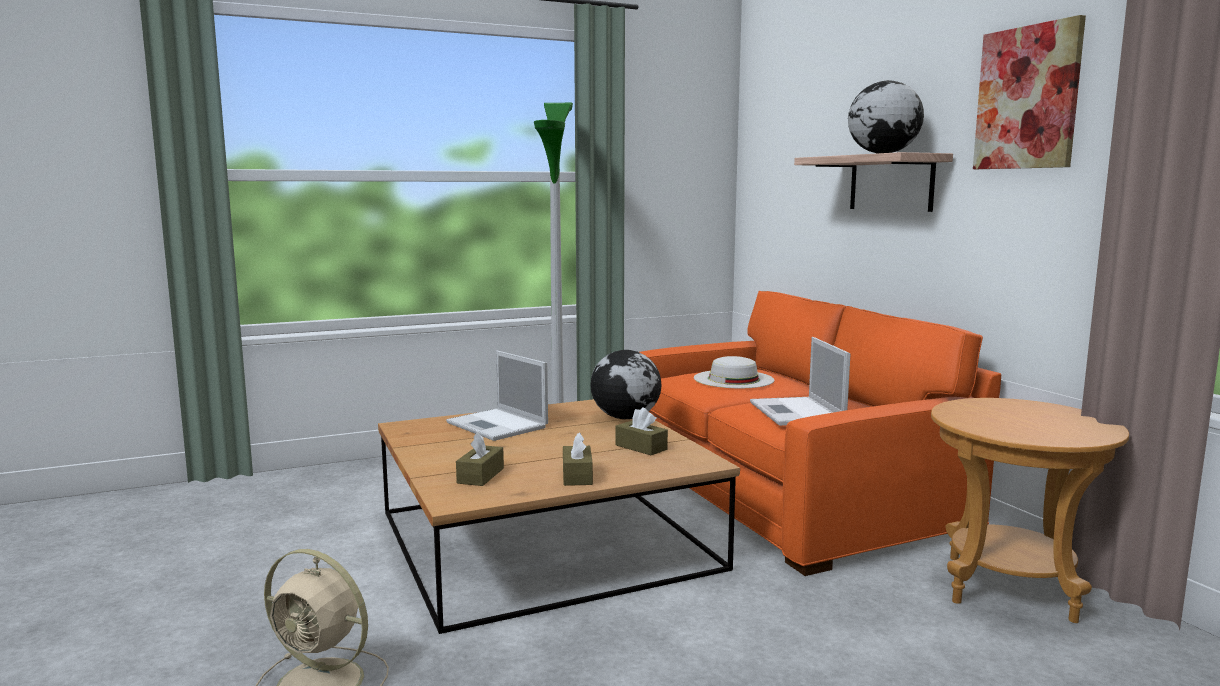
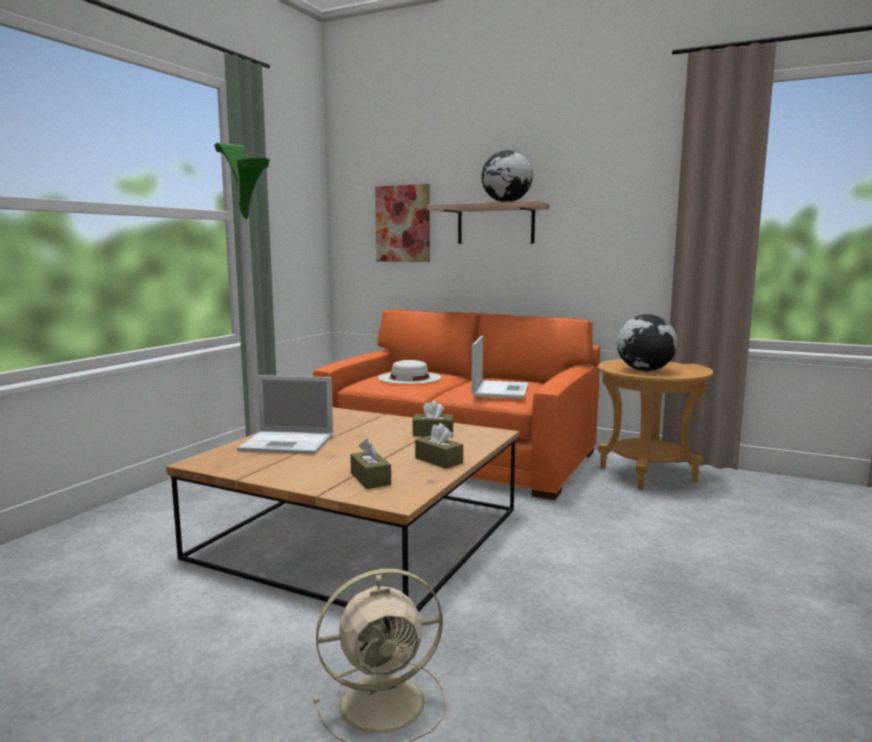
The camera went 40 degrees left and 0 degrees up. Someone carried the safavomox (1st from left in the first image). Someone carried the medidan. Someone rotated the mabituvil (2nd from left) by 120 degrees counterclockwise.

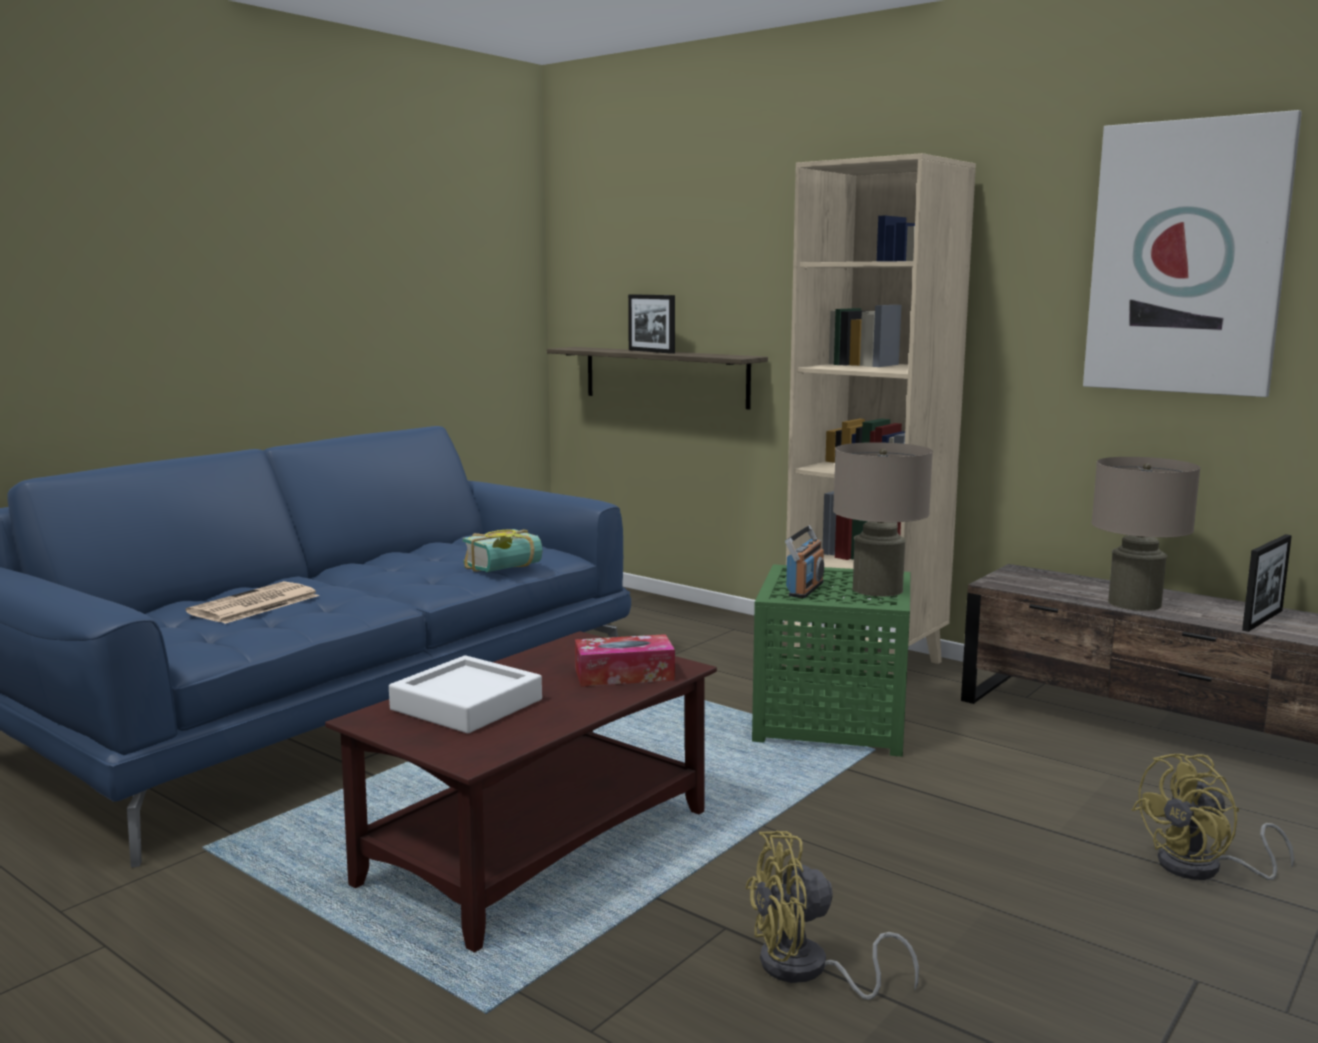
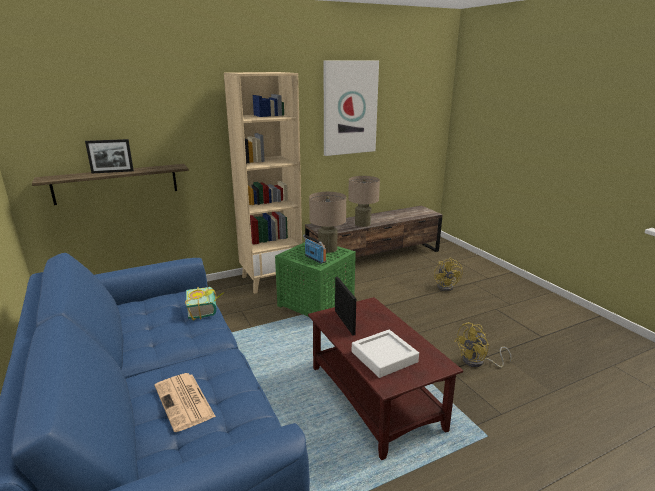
The camera went 65 degrees left and 10 degrees up. Someone took away the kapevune. Someone carried the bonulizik (2nd from left). Someone rotated the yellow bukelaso (1st from left in the first image) by 45 degrees clockwise.

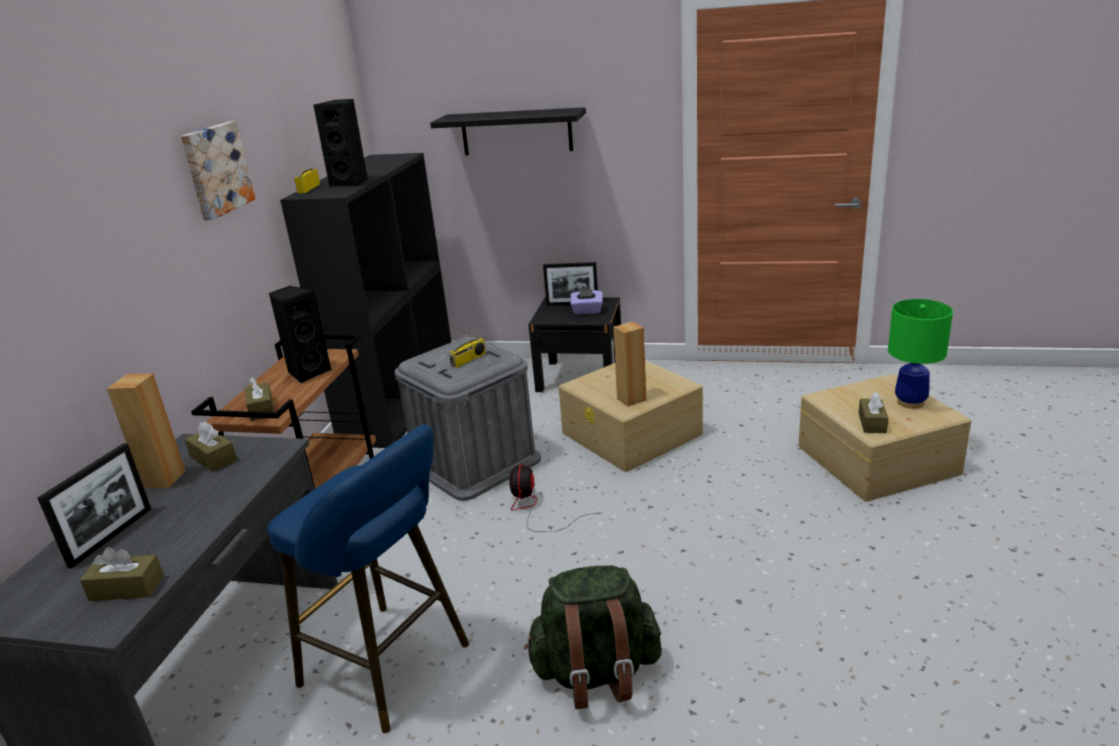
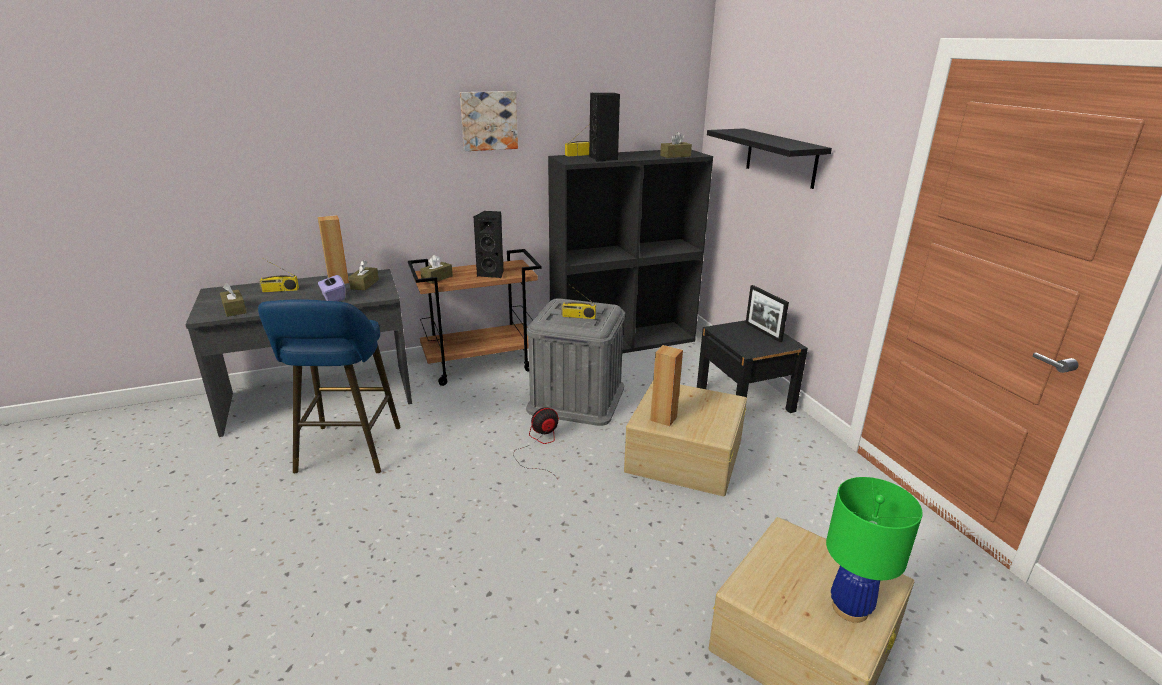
The camera went 55 degrees right and 0 degrees up. Someone took away the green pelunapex. Someone carried the purple kapevune. Someone carried the brown kapevune (4th from left). Someone swapped the bonulizik (1st from left) for the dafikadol (1st from left).

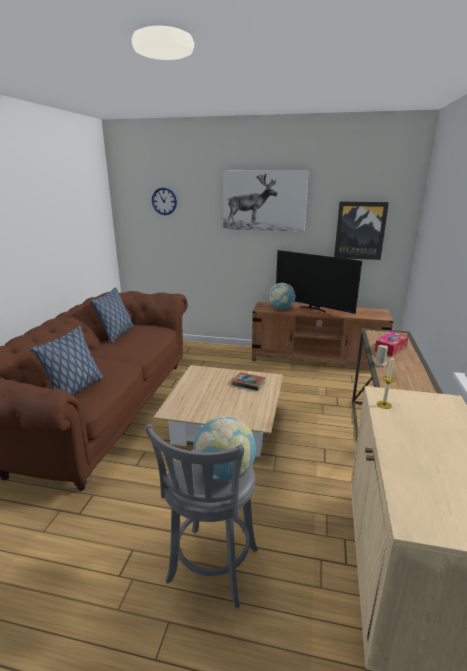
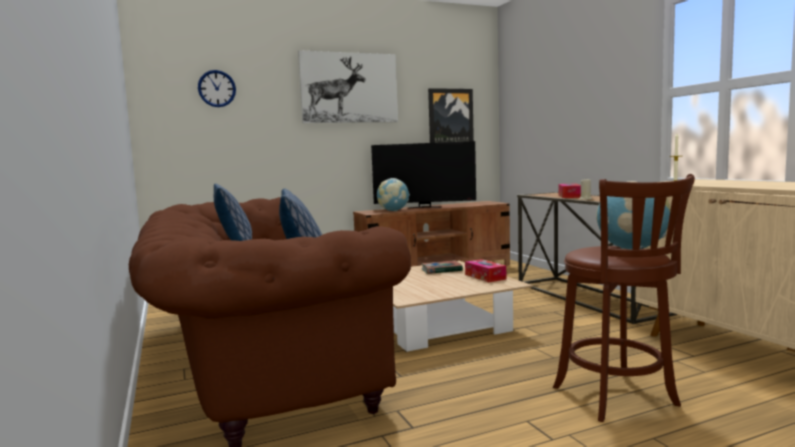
The camera went 35 degrees left and 15 degrees down. Someone put down the kapevune (1st from left). Someone repainted the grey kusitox, which became the brown kusitox.

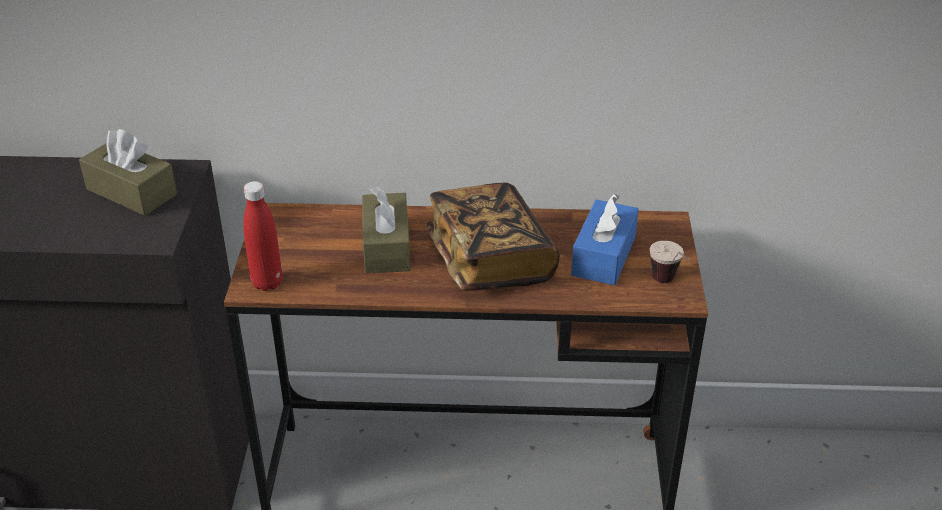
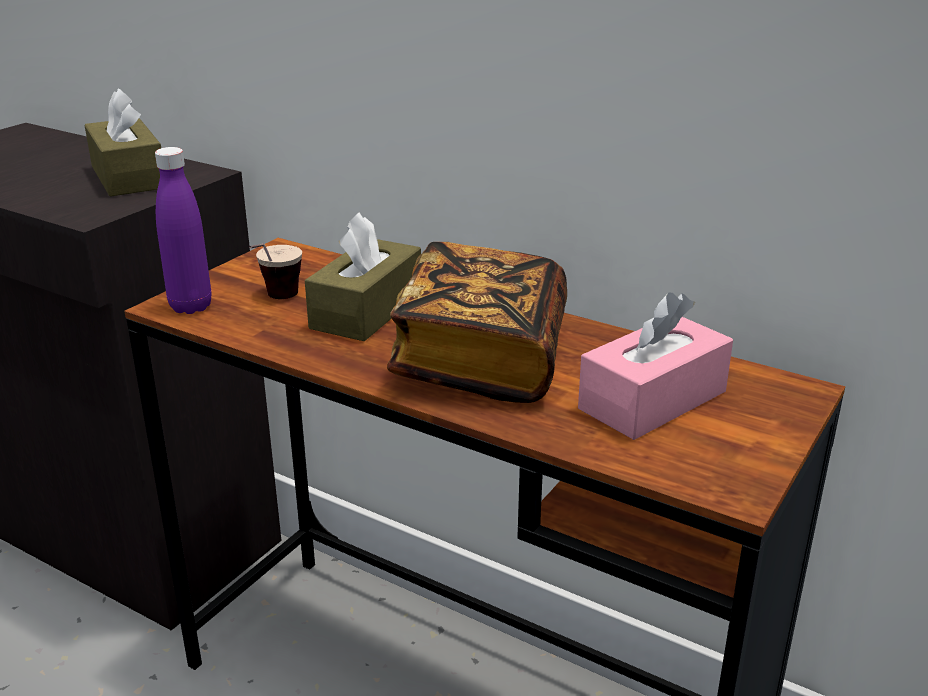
The camera went 30 degrees right and 10 degrees down. Someone carried the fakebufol. Someone repainted the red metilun, which became the purple metilun. Someone repainted the blue kapevune, which became the pink kapevune.

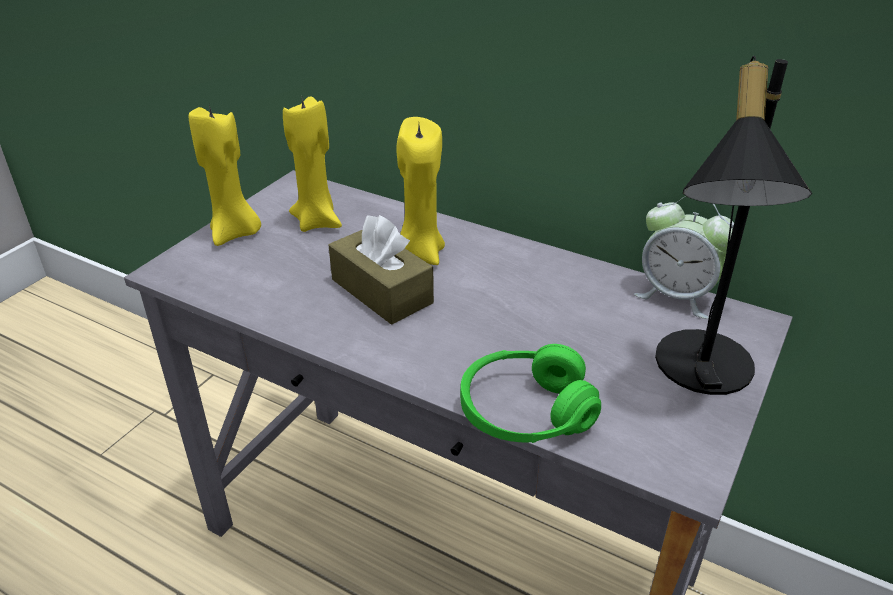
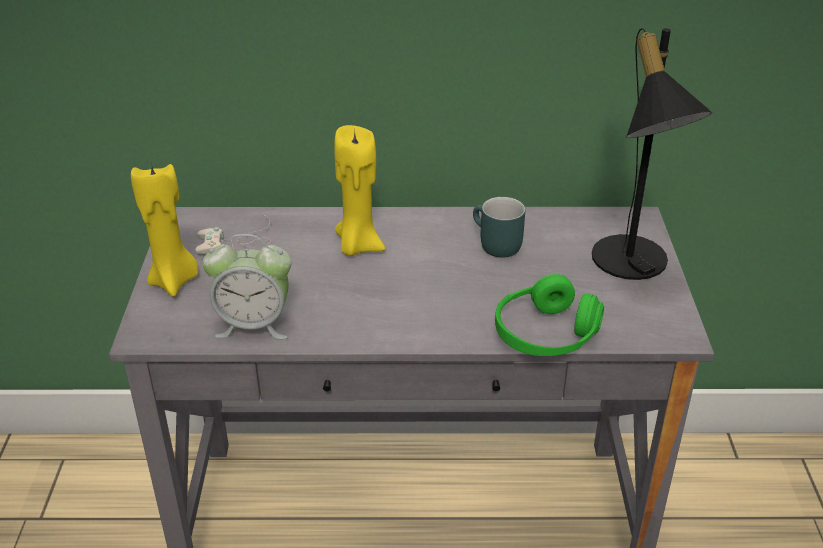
The camera went 30 degrees left and 0 degrees up. Someone took away the brown kapevune. Someone put down the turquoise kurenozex. Someone carried the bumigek. Someone swapped the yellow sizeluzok (2nd from left) for the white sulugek.

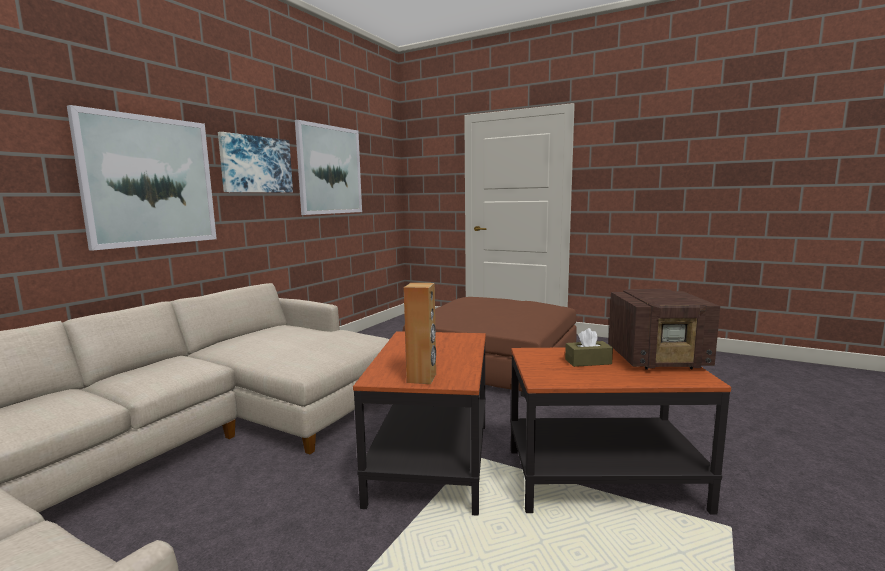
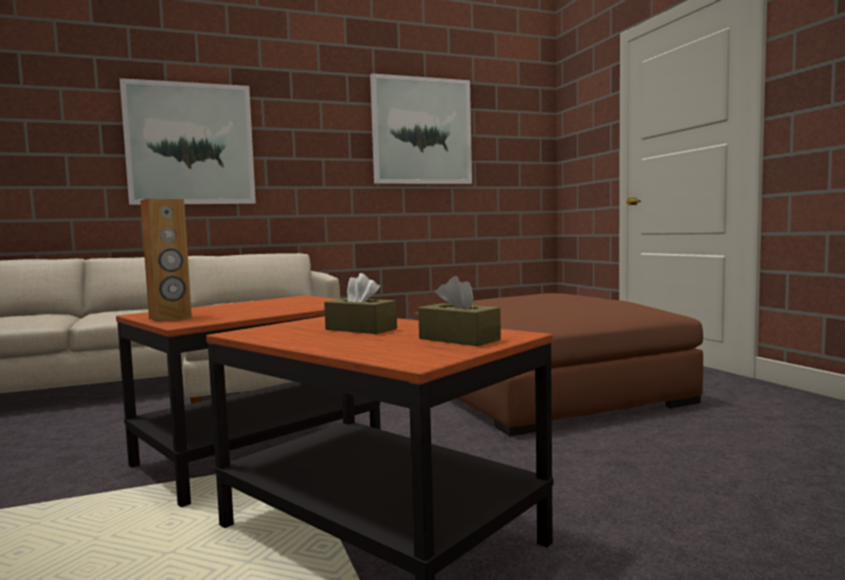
The camera went 40 degrees right and 5 degrees down. Someone took away the medidan (2nd from left). Someone swapped the dafikadol for the brown kapevune (2nd from left).

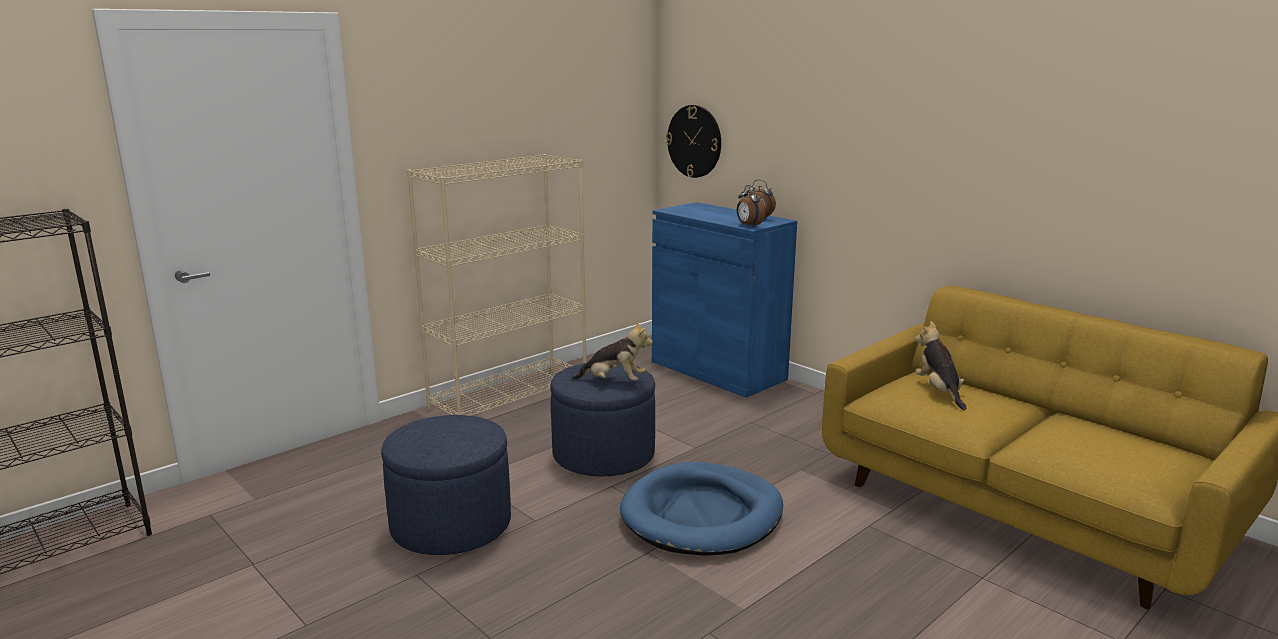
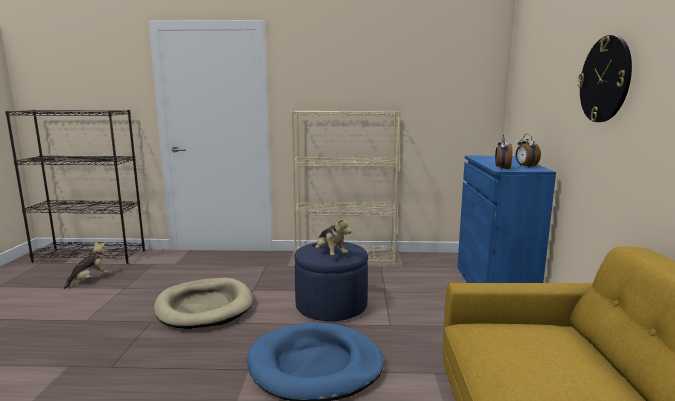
The camera went 45 degrees right and 5 degrees down. Someone carried the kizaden. Someone carried the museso (2nd from left in the first image). Someone swapped the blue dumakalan (1st from left) for the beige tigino.

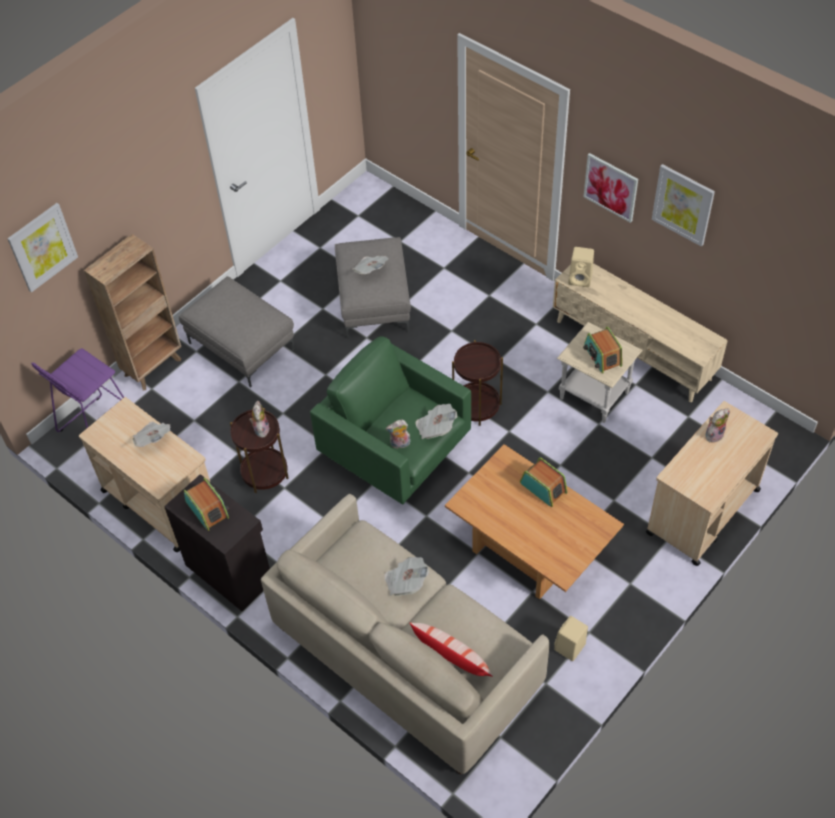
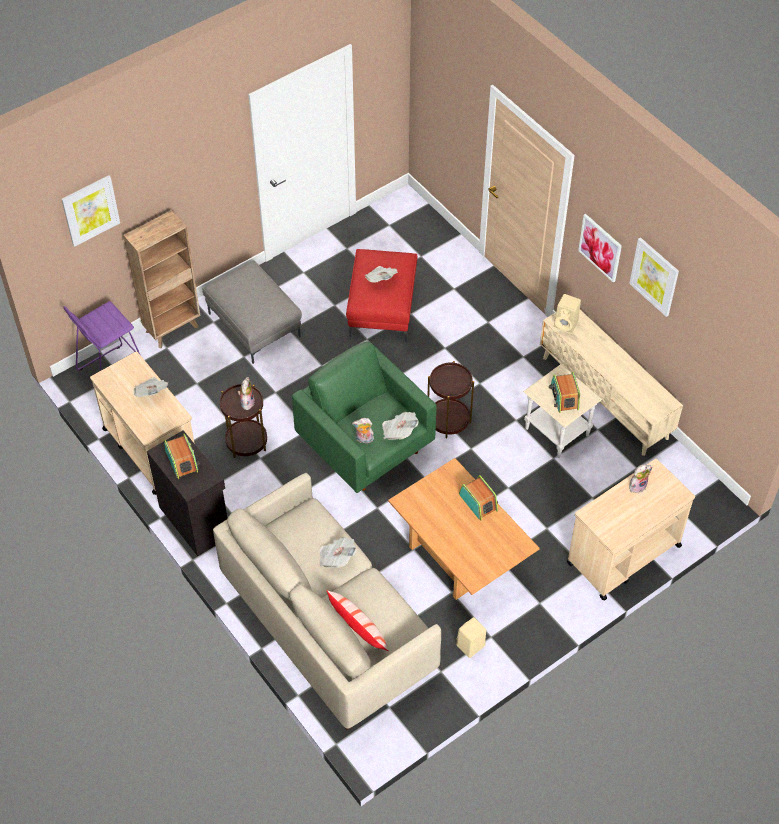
The camera went 10 degrees right and 0 degrees up. Someone repainted the grey dumakalan (2nd from left), which became the red dumakalan.

